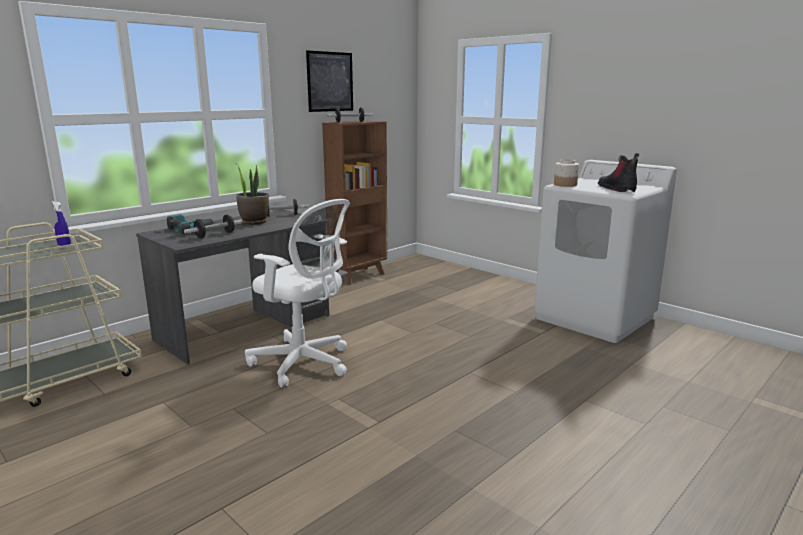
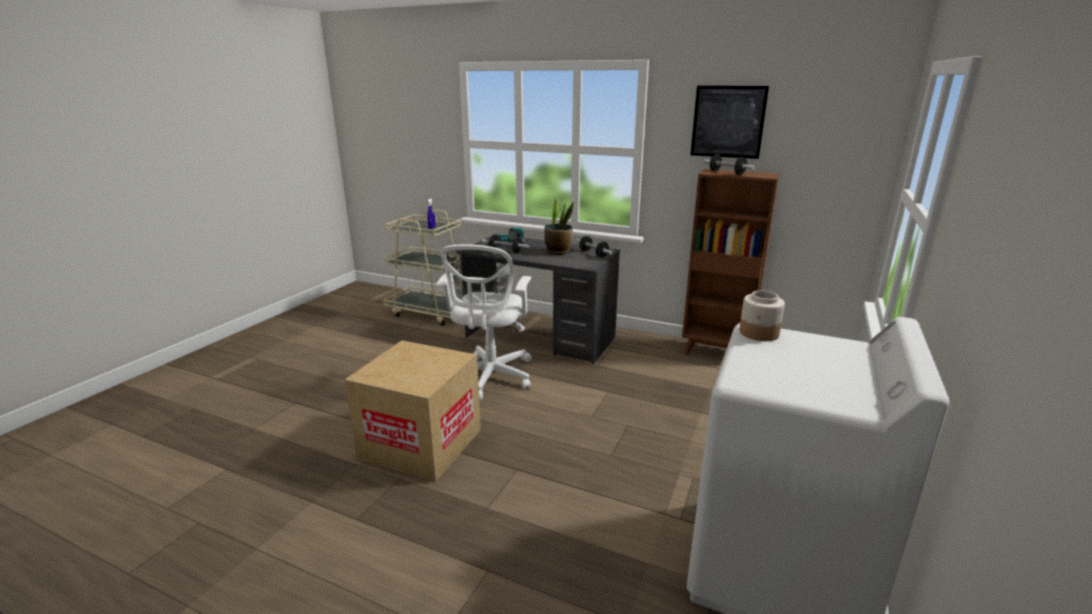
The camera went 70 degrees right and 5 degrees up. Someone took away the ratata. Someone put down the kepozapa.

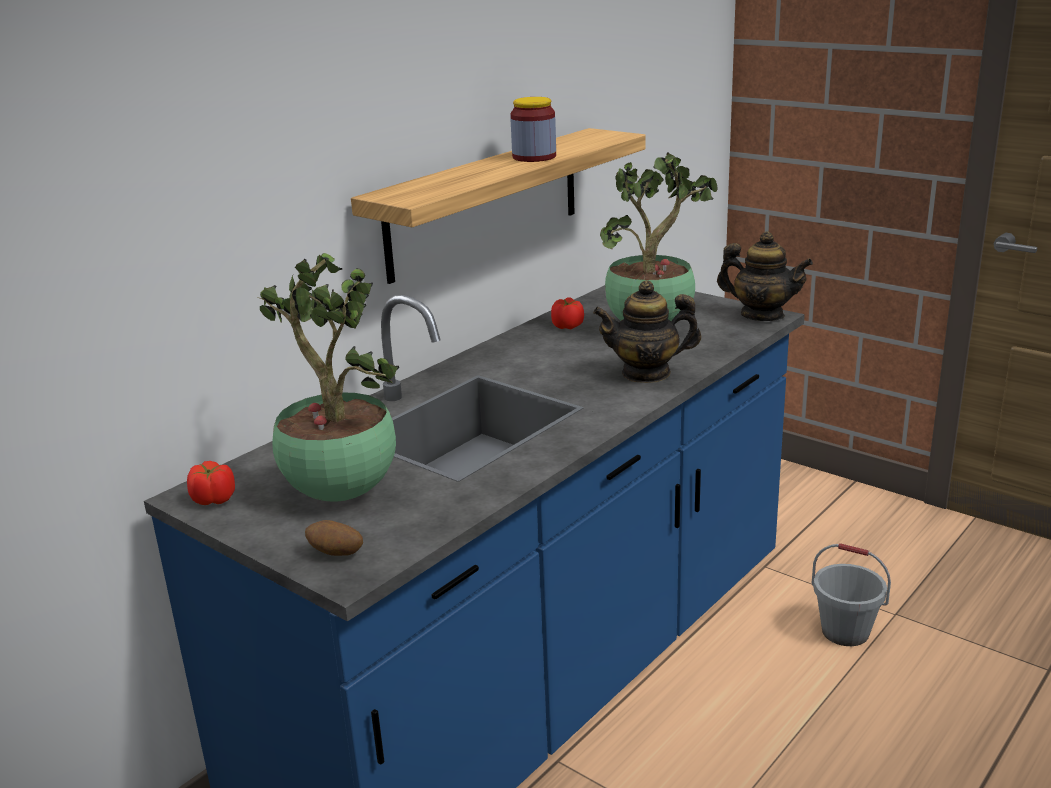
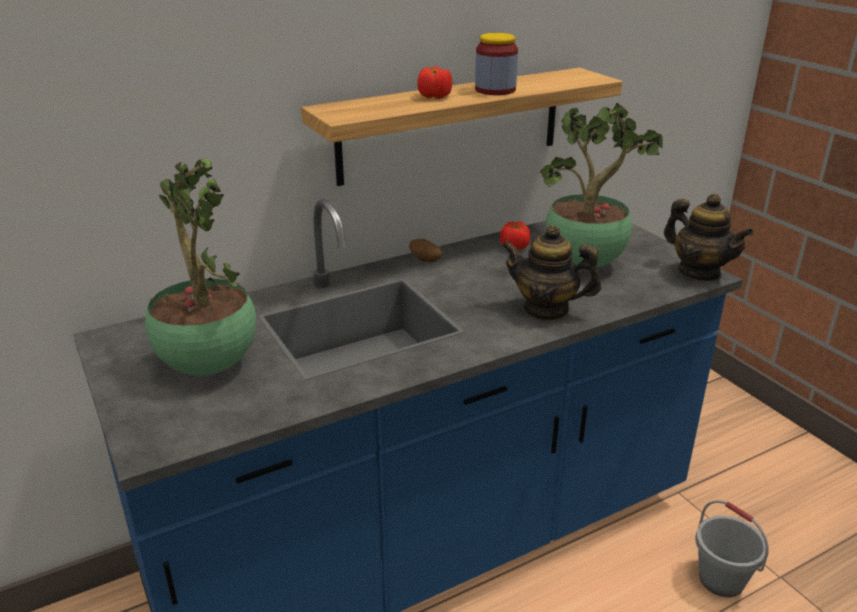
The camera went 20 degrees right and 5 degrees up. Someone carried the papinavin (1st from left). Someone carried the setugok.

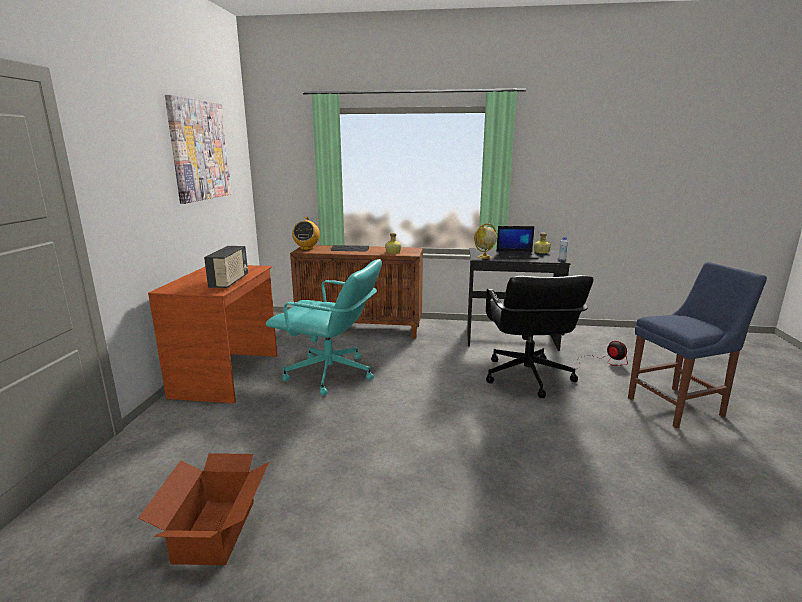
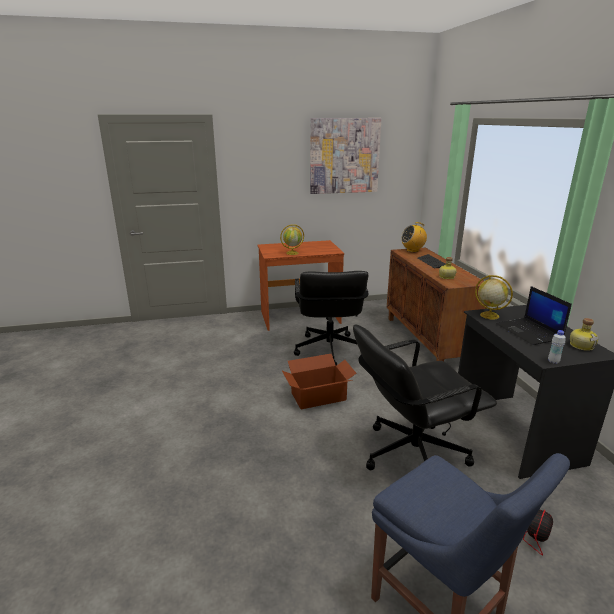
The camera went 70 degrees right and 5 degrees up. Someone carried the kepozapa. Someone swapped the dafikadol (1st from left) for the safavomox (1st from left). Someone repainted the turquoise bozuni, which became the black bozuni (1st from left).

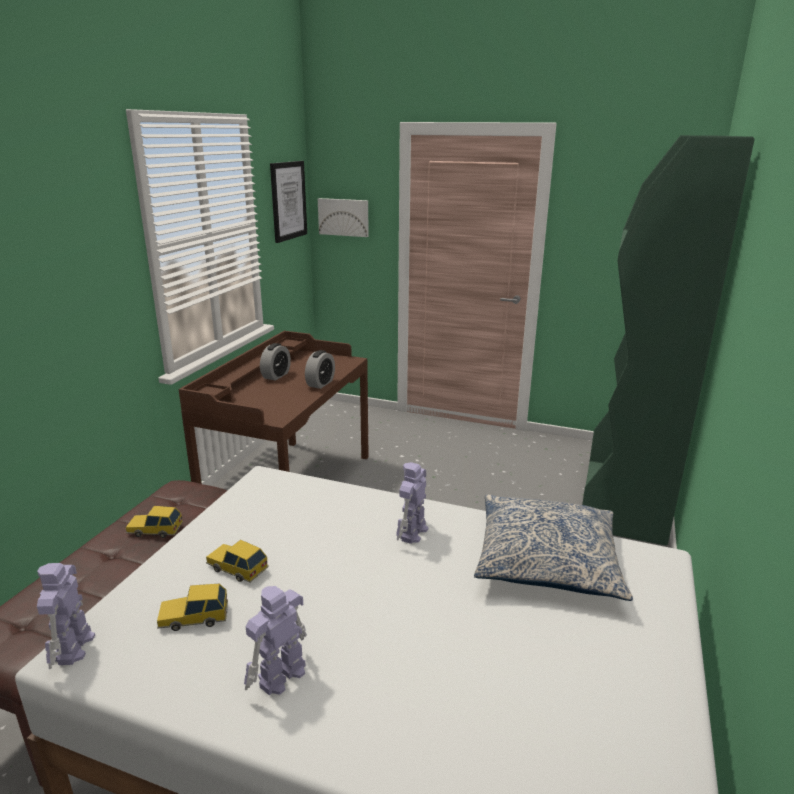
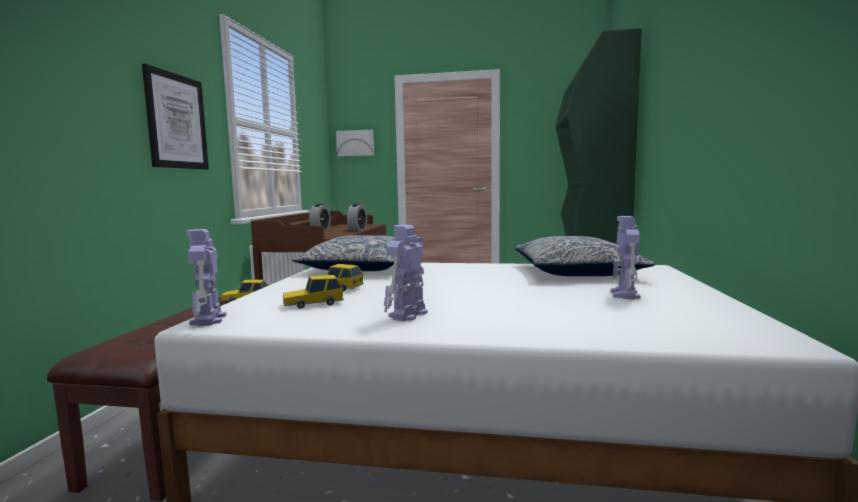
The camera went 10 degrees left and 15 degrees down. Someone put down the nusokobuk (1st from left). Someone carried the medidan (1st from left). Someone carried the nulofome (3rd from left).

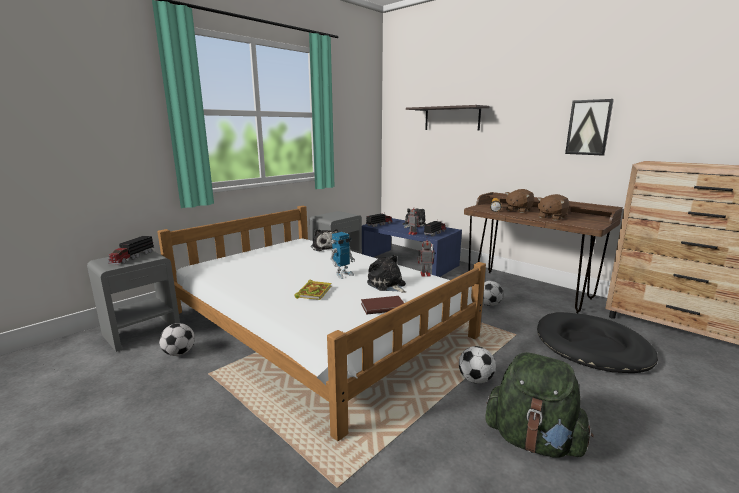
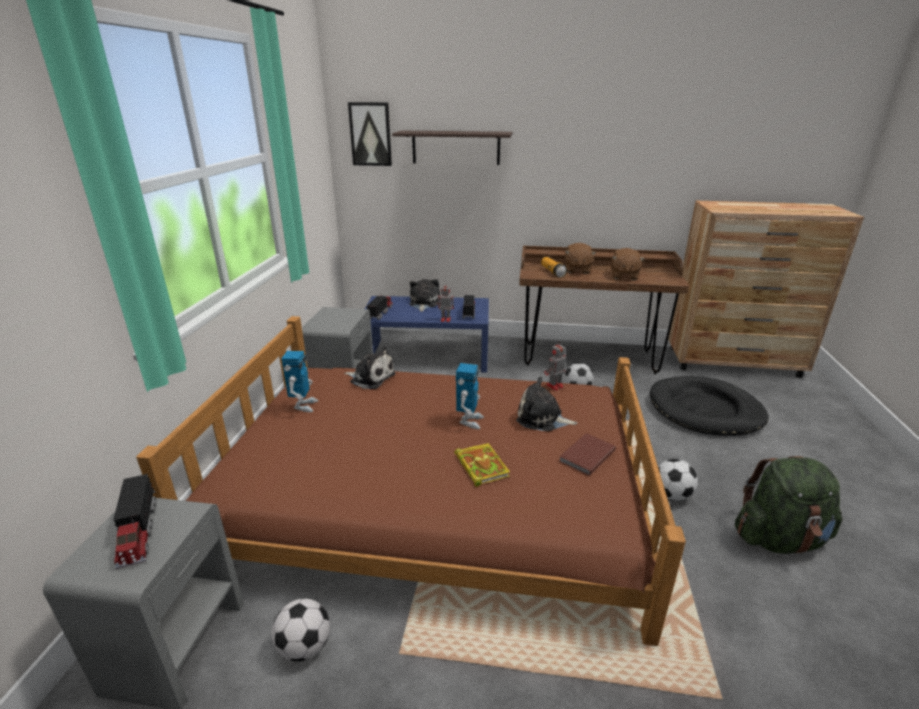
The camera went 35 degrees left and 10 degrees up. Someone put down the nulofome (1st from left). Someone carried the medidan. Someone repainted the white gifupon, which became the brown gifupon.

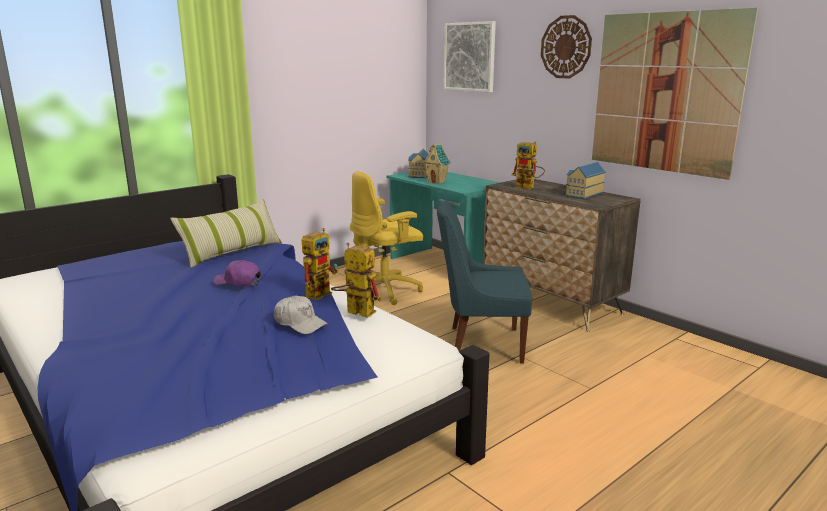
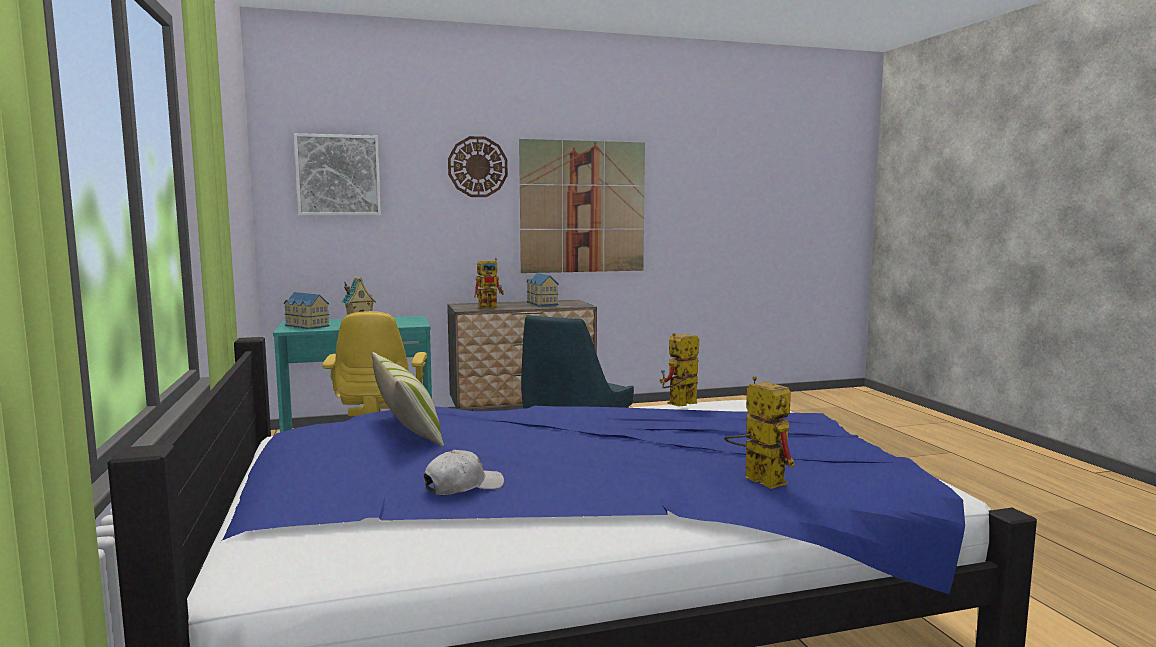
The camera went 65 degrees left and 10 degrees down. Someone took away the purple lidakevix. Someone carried the white lidakevix. Someone carried the nulofome (1st from left in the first image).

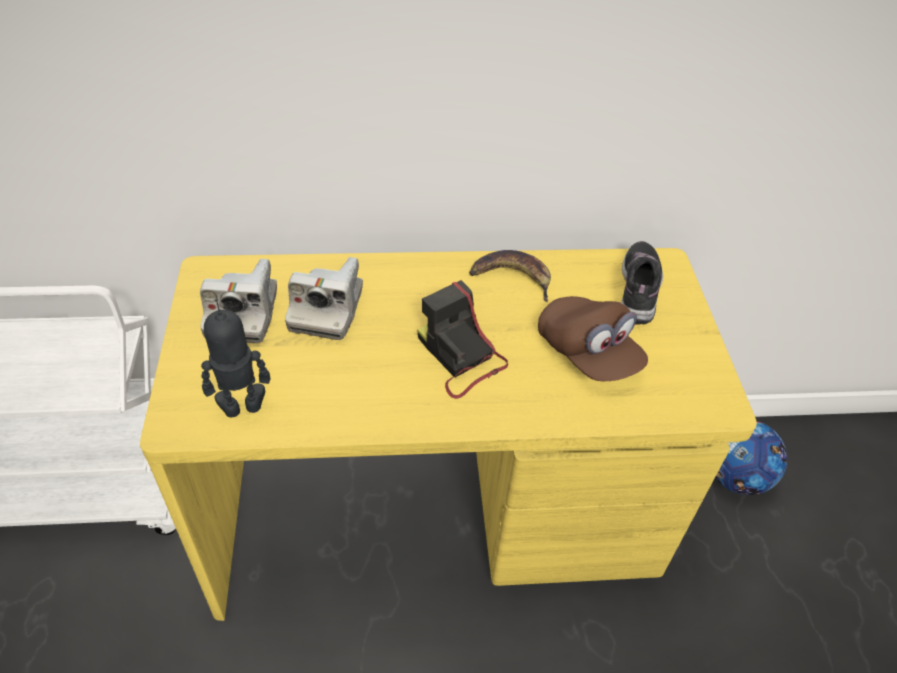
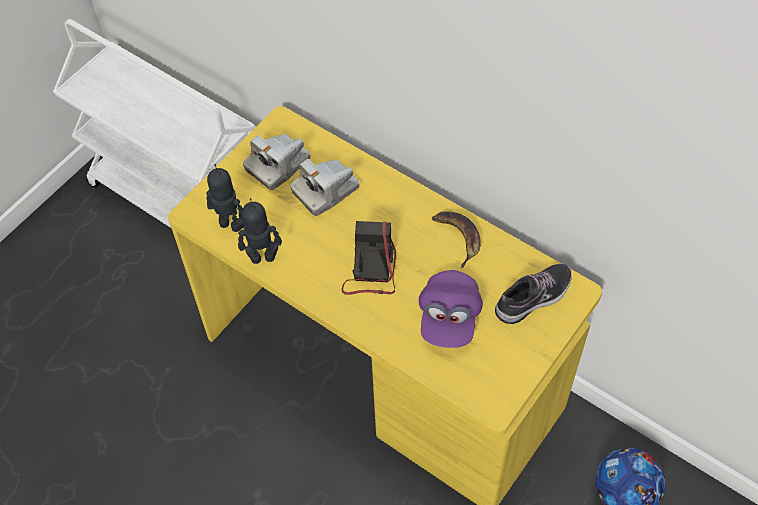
The camera went 45 degrees right and 10 degrees up. Someone put down the nulofome (2nd from left). Someone repainted the brown lidakevix, which became the purple lidakevix.

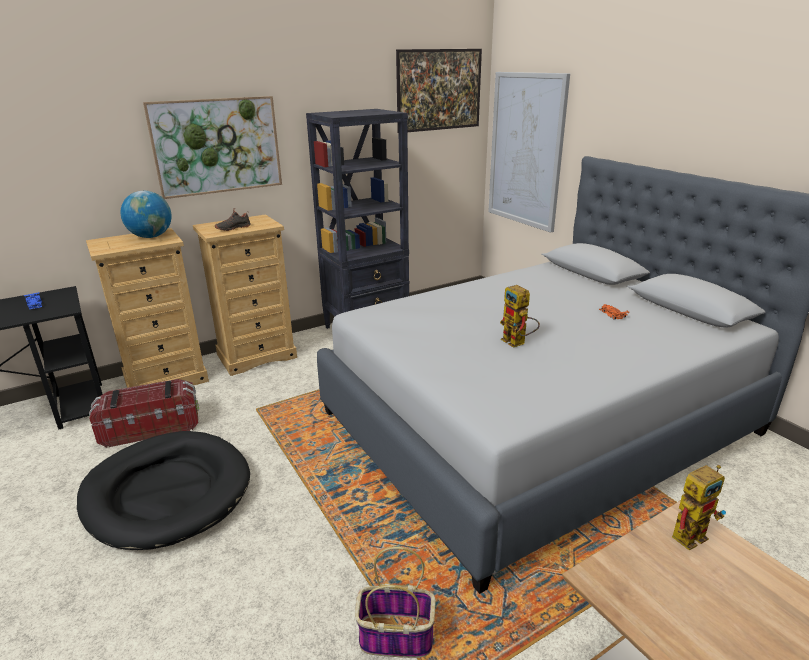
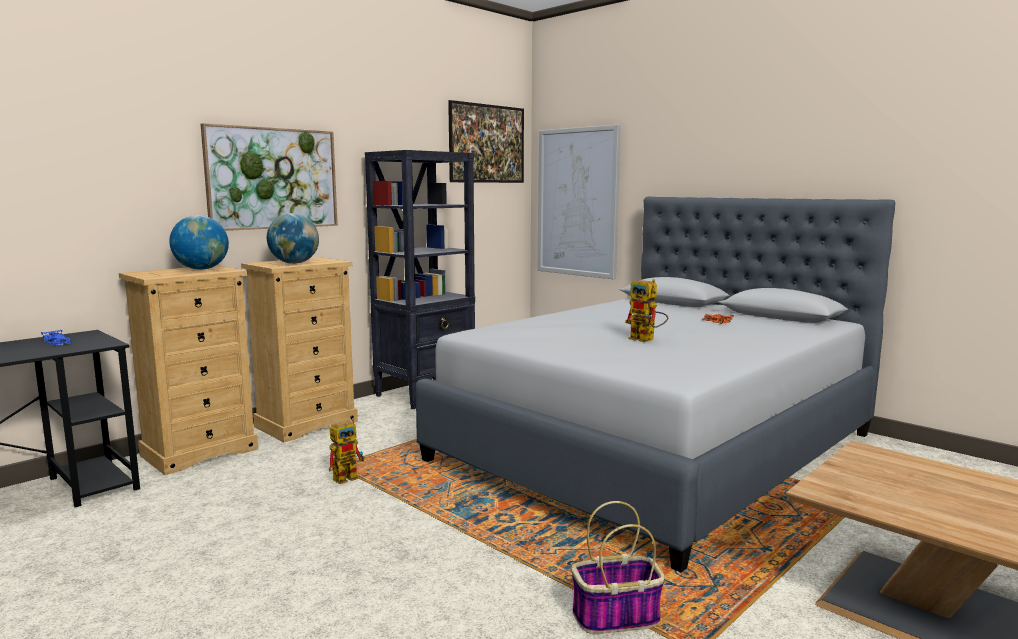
The camera went 15 degrees left and 15 degrees down. Someone took away the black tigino. Someone took away the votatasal. Someone carried the nulofome (2nd from left in the first image). Someone swapped the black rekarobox for the safavomox (2nd from left).

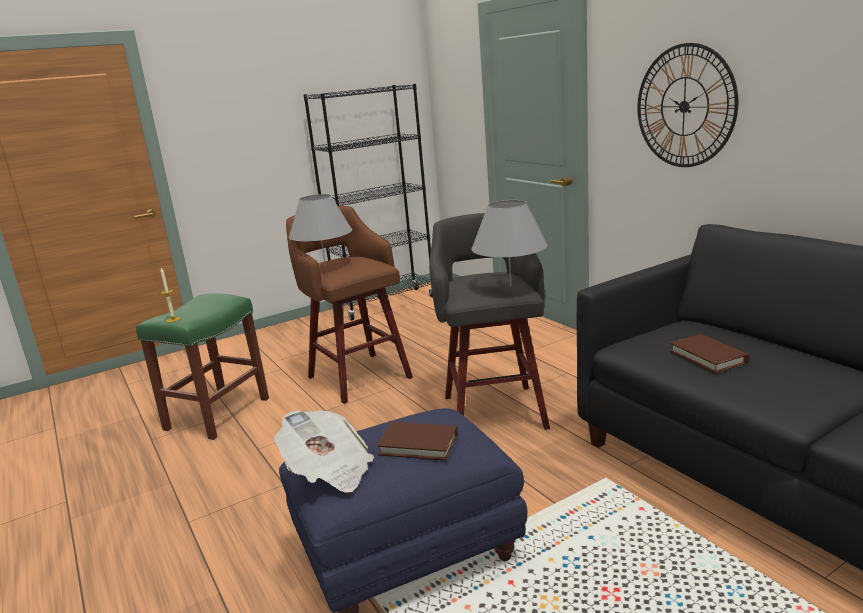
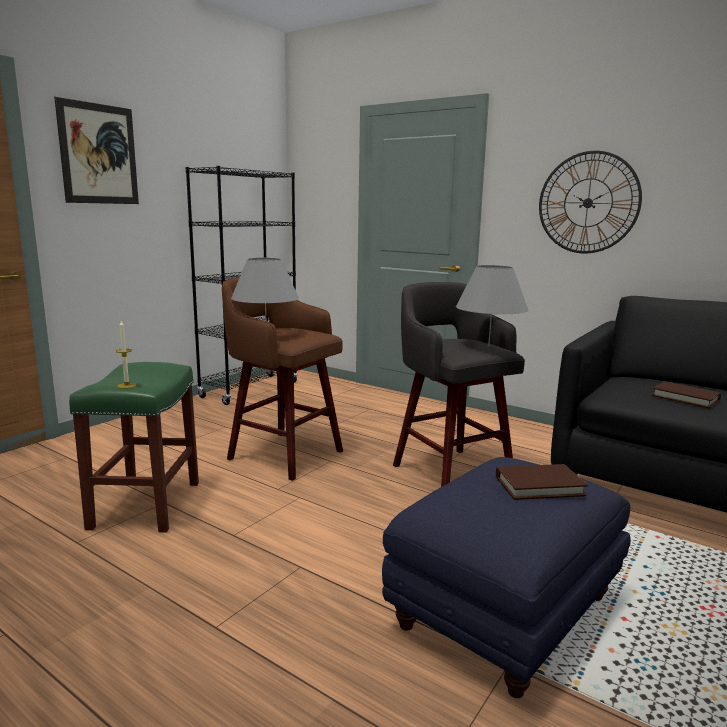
The camera went 25 degrees left and 5 degrees down. Someone took away the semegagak. Someone put up the medidan.

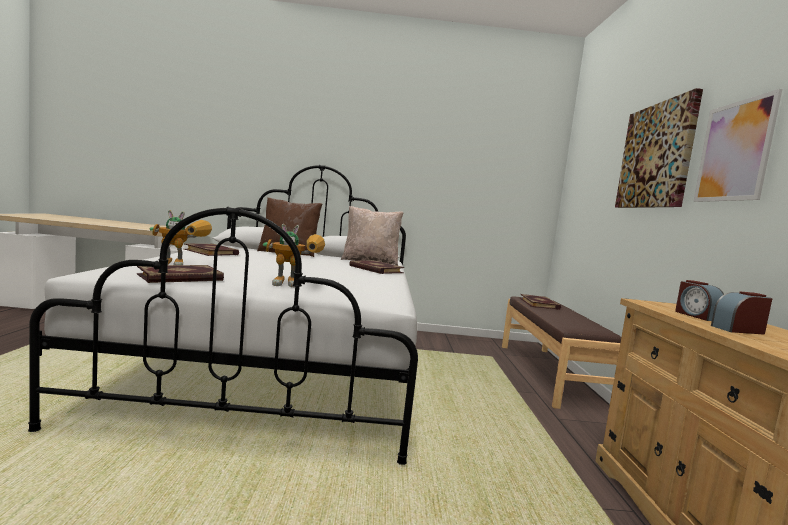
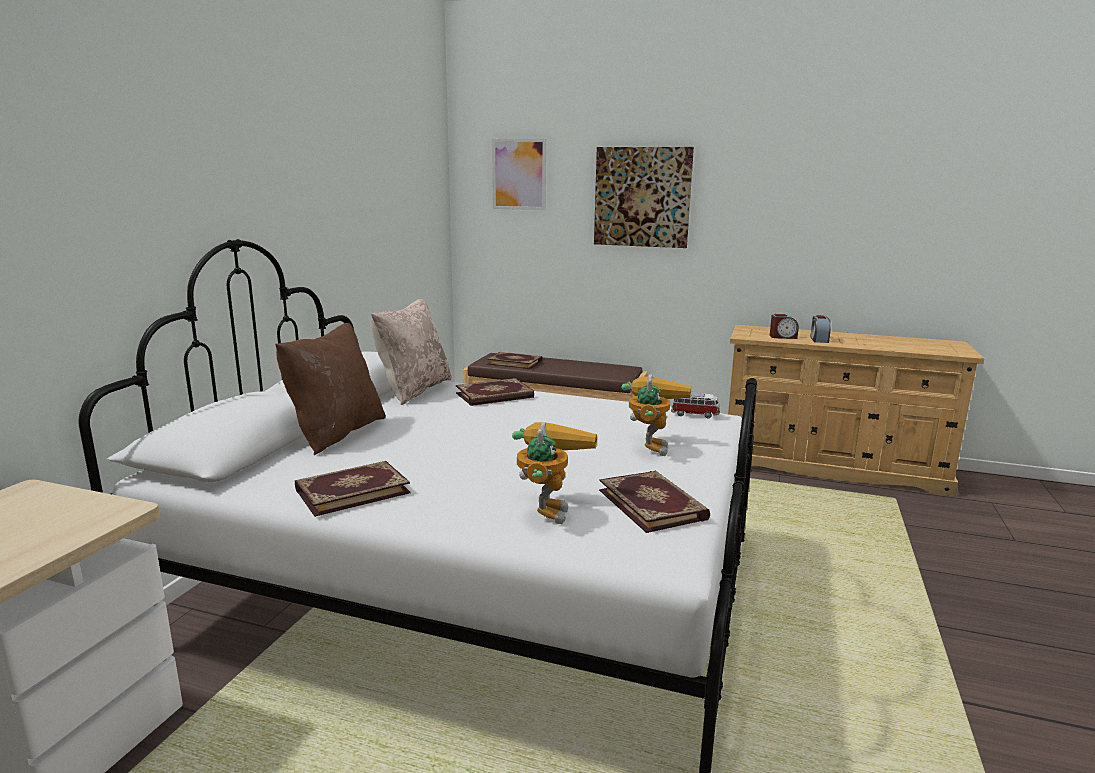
The camera went 70 degrees left and 10 degrees up. Someone put down the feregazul. Someone carried the medidan (2nd from left in the first image).

